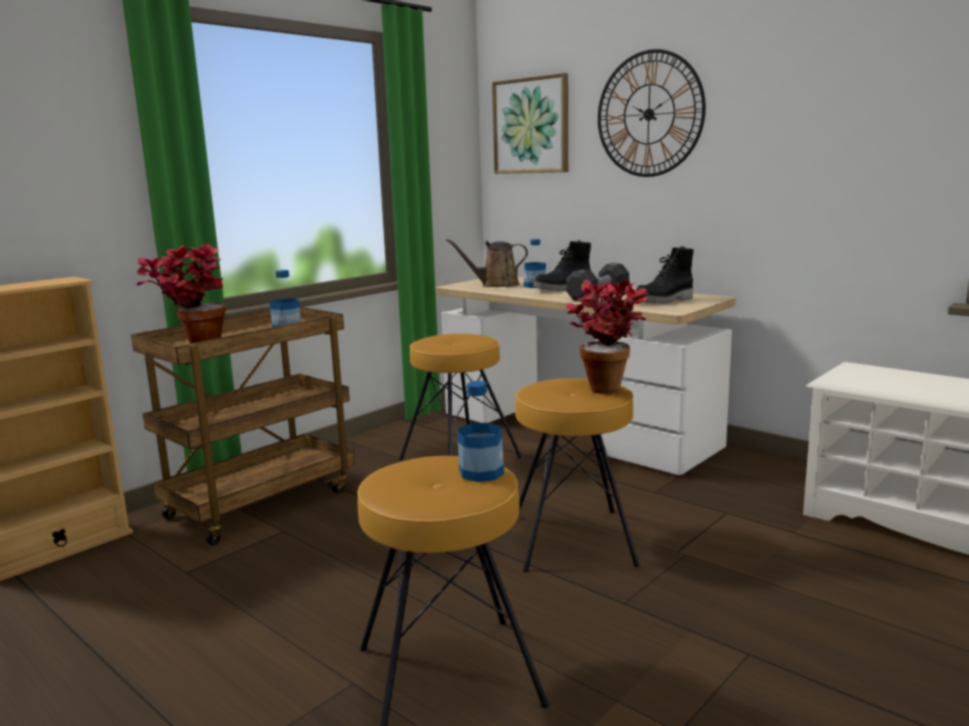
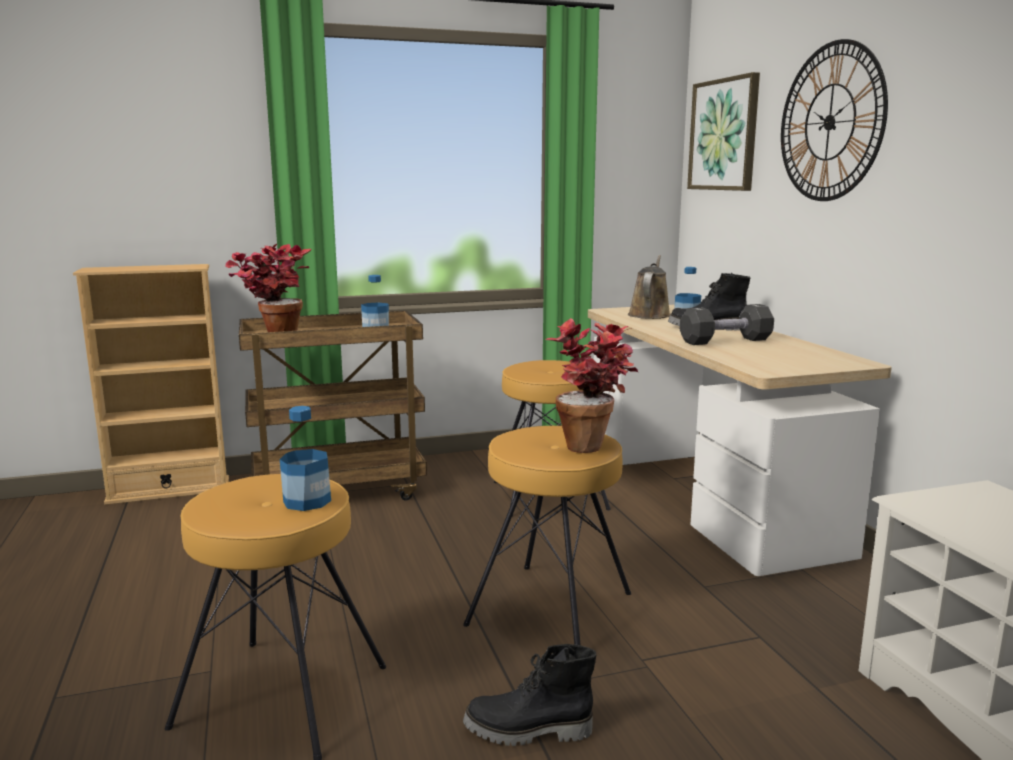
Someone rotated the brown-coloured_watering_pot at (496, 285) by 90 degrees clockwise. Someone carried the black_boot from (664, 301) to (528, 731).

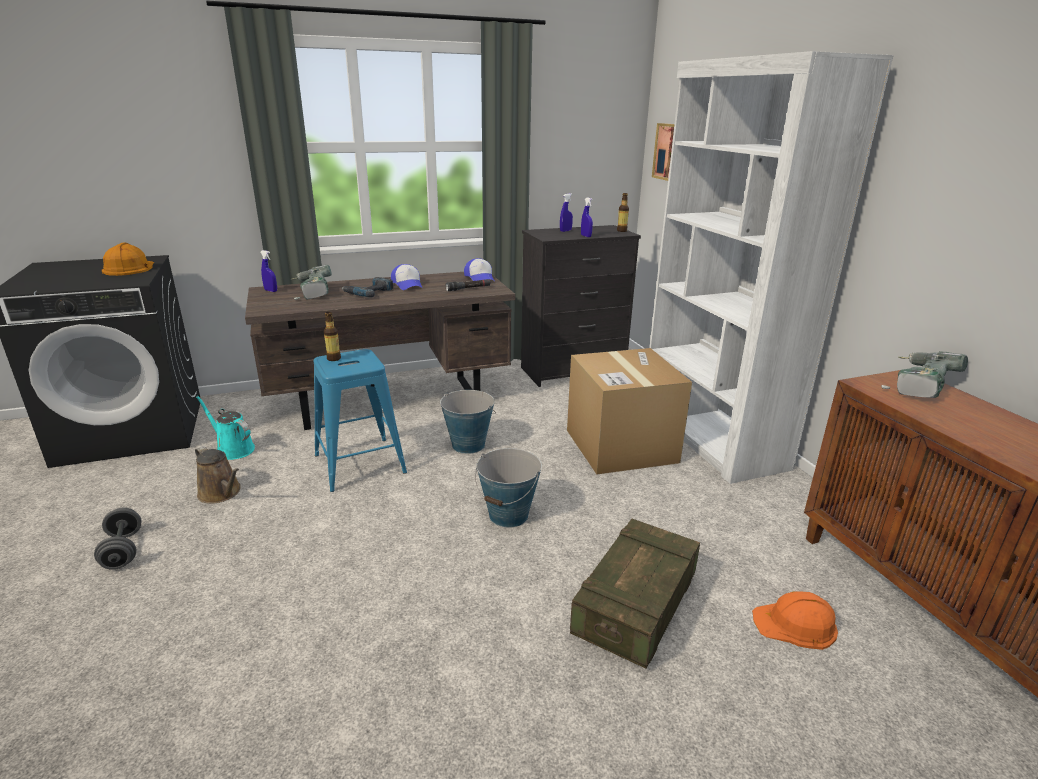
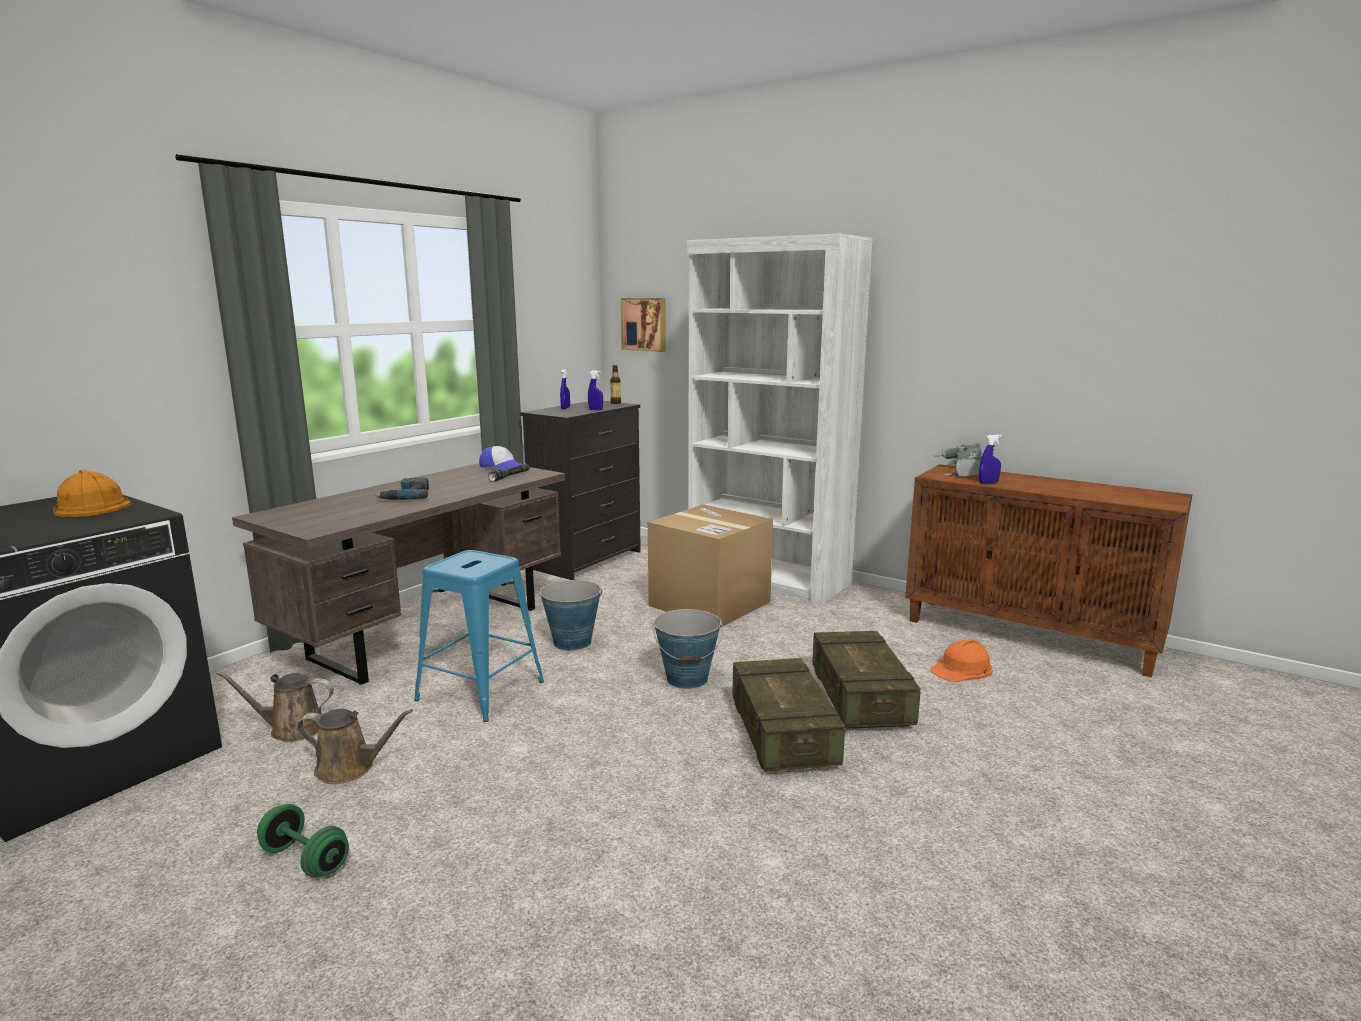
Someone carried the bluish_spray_bottle from (271, 291) to (988, 482). Someone took away the cap at (407, 284). Someone took away the drill at (312, 293). Someone took away the beverage_bottle at (334, 358). Someone repainted the turquoise-coloured_watering_pot at (233, 449), which became the brown-coloured_watering_pot at (292, 729). Someone repainted the gray_free_weight at (123, 550), which became the green_free_weight at (305, 859). Someone put down the crate at (782, 734).

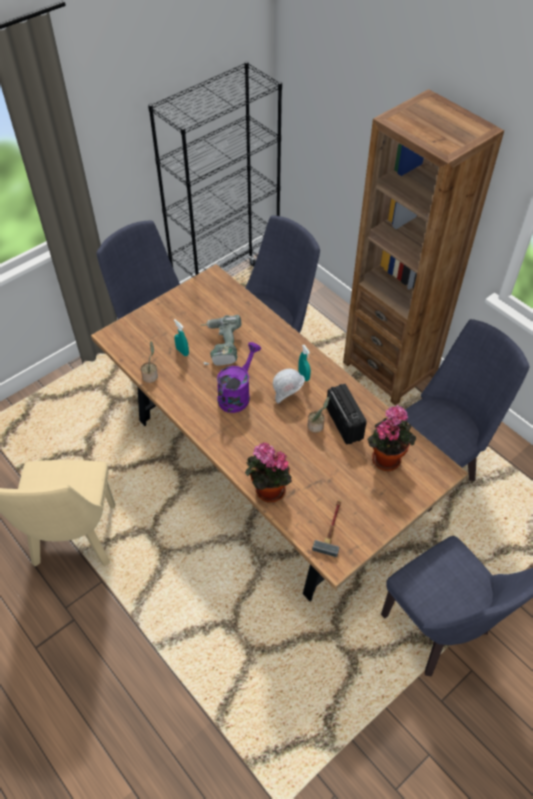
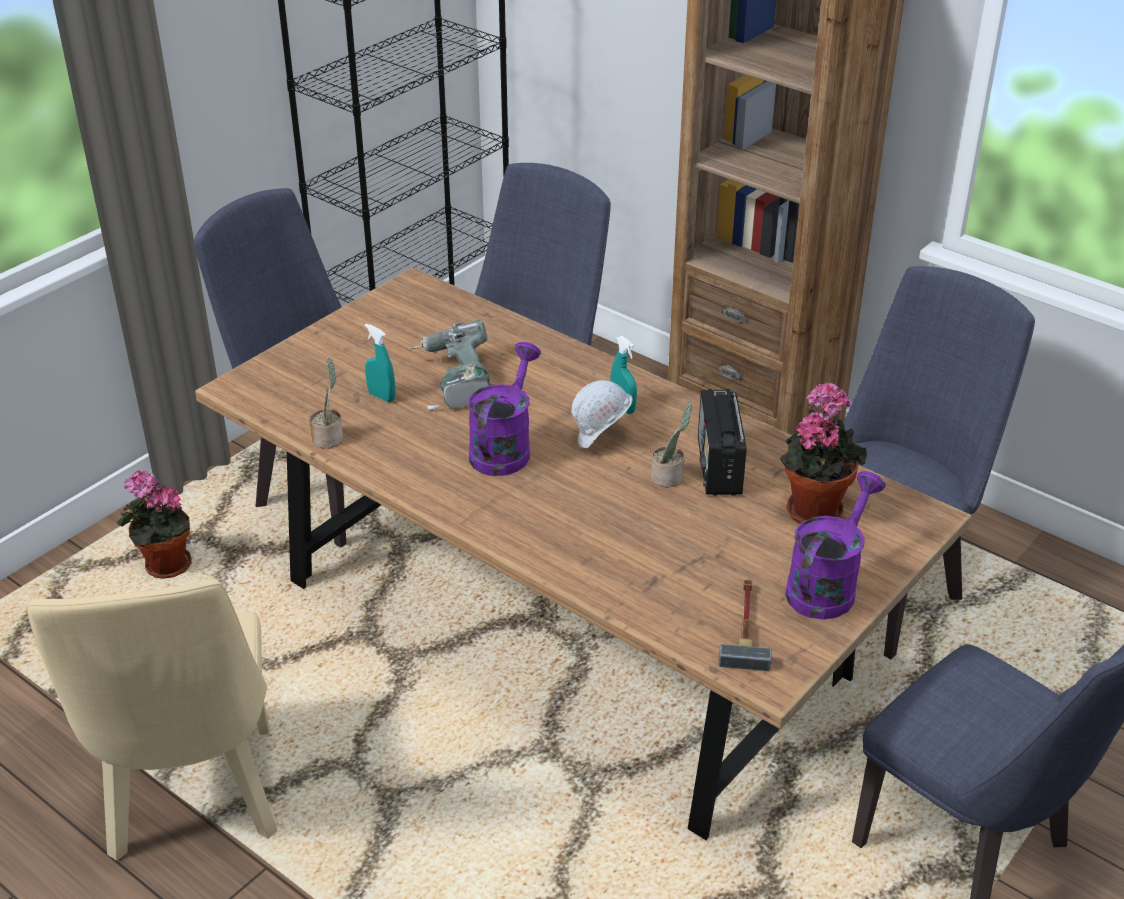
Someone rotated the radio_set at (344, 423) by 150 degrees counterclockwise. Someone carried the plant_in_a_pot from (267, 491) to (164, 566). Someone put down the purplish_watering_pot at (826, 585).

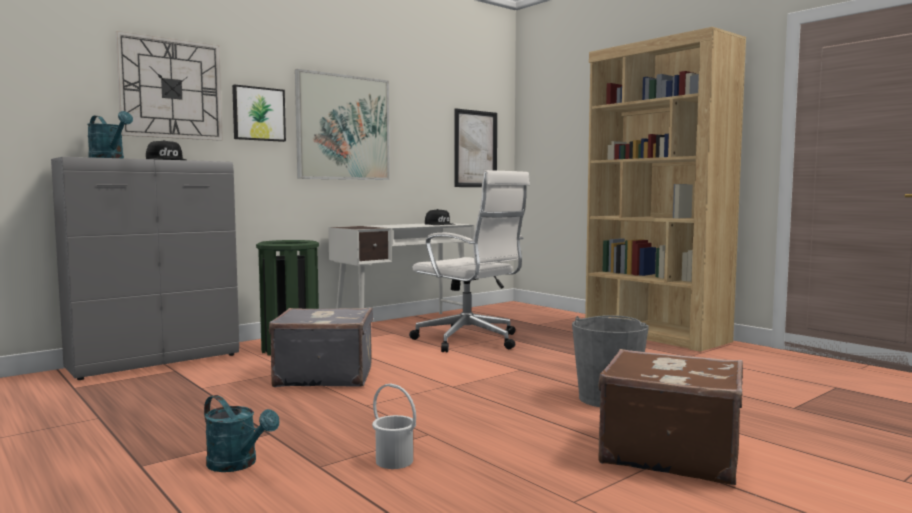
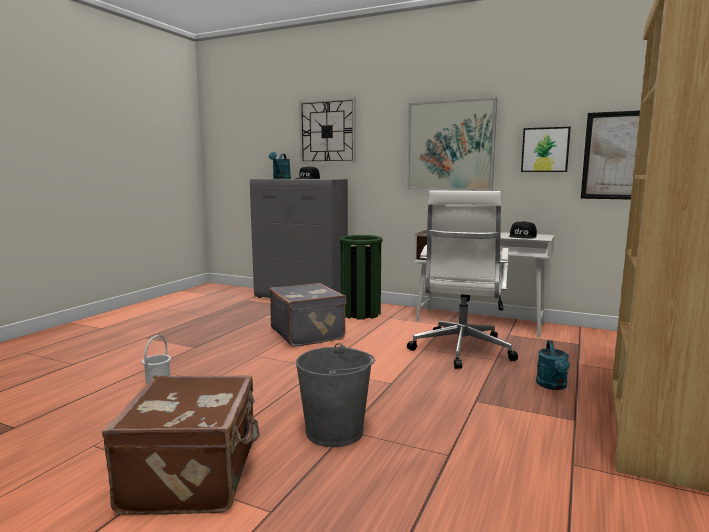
Someone carried the picture from (258, 114) to (545, 150). Someone carried the turquoise-coloured_watering_pot from (238, 464) to (552, 386).

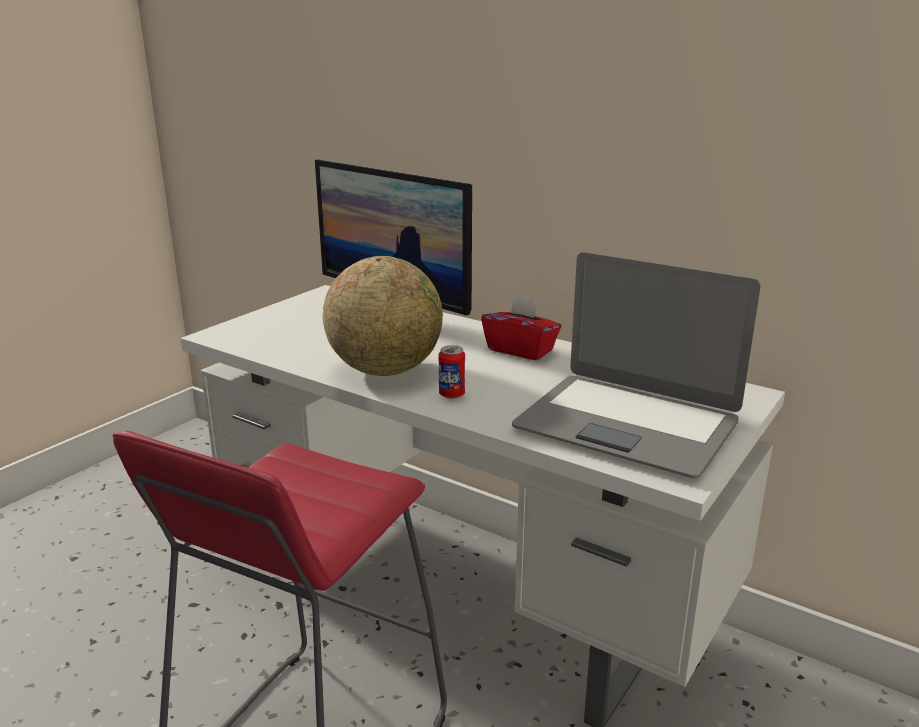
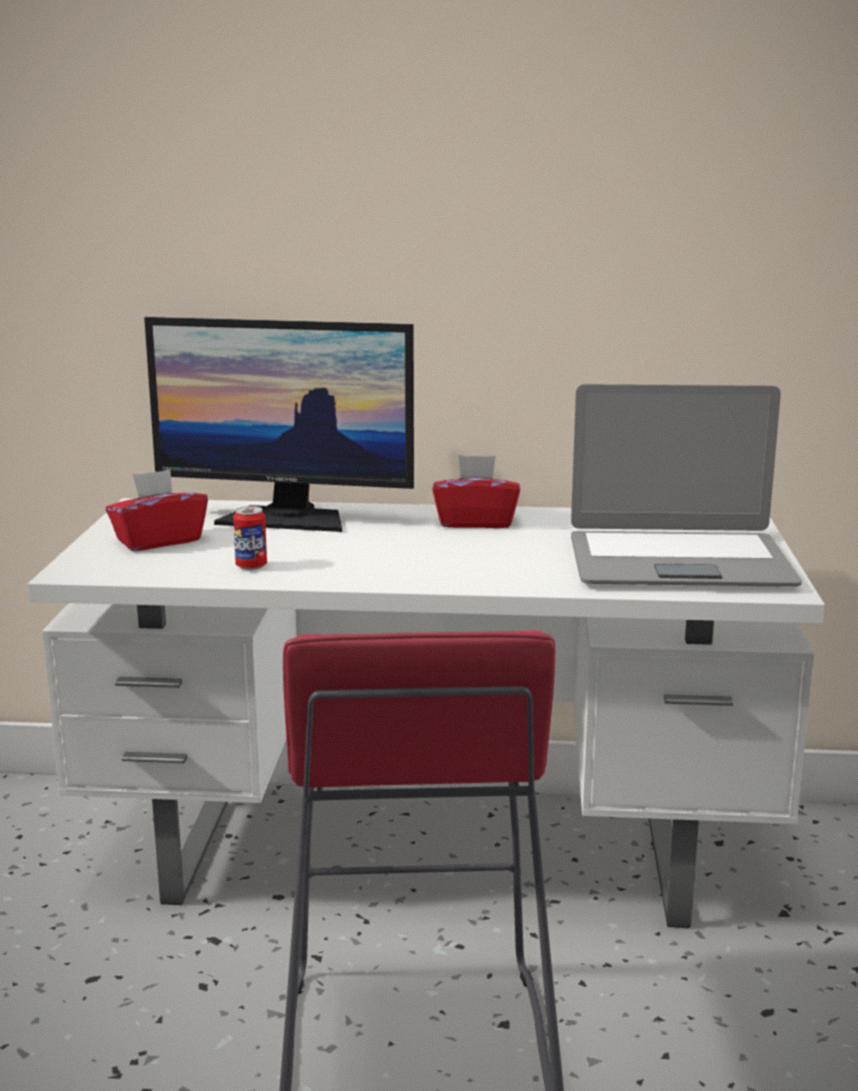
Someone took away the desk_globe at (385, 370). Someone carried the sealed_can from (452, 395) to (251, 566). Someone put down the red_tissue_box at (158, 541).

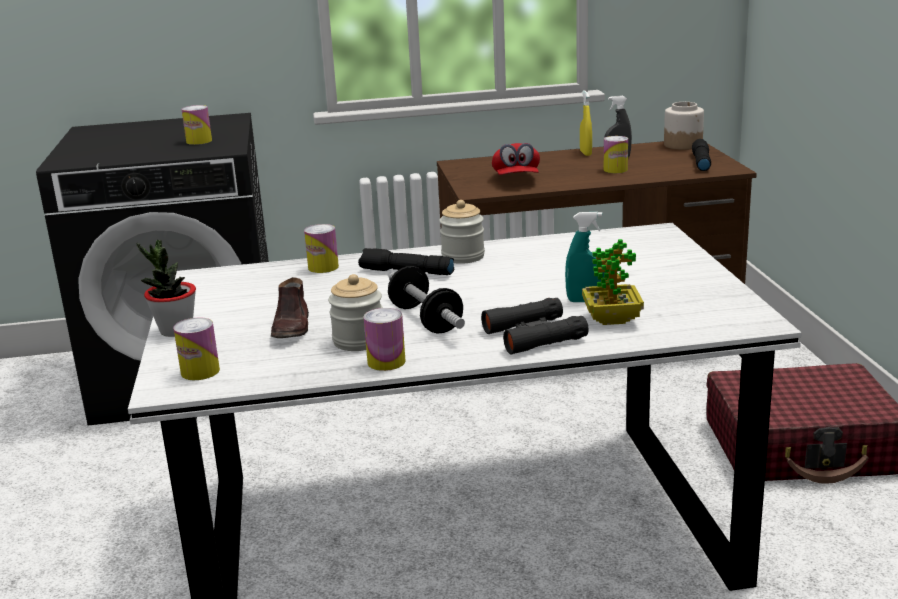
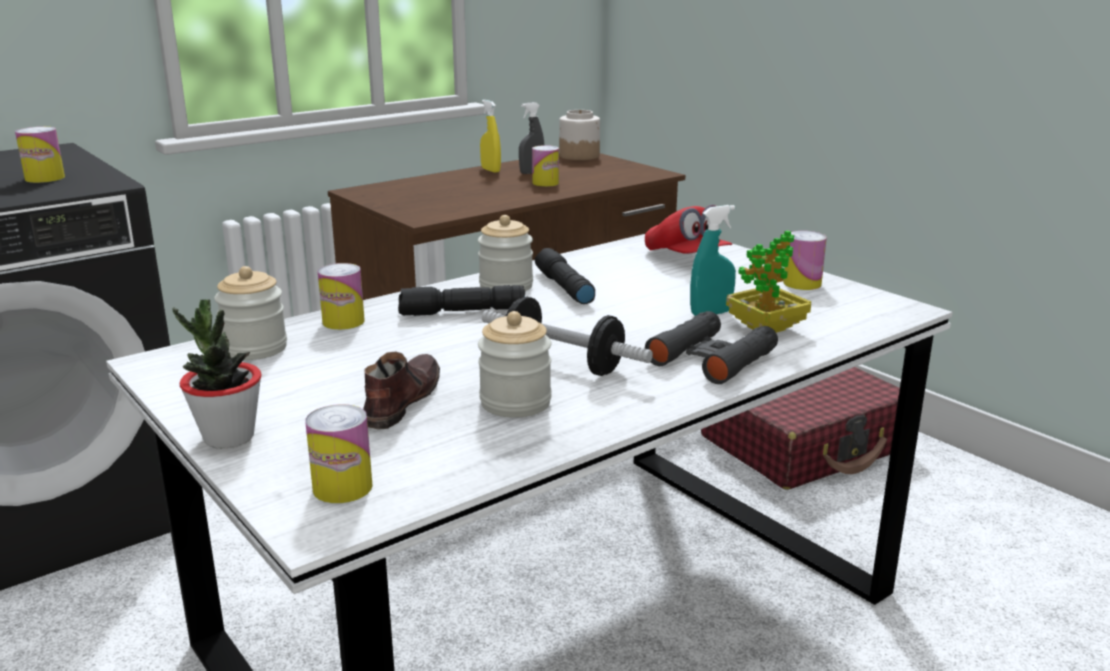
Someone carried the black_torch from (700, 162) to (563, 287). Someone carried the red_cap from (516, 180) to (686, 258). Someone rotated the brown-coloured_item_of_footwear at (292, 327) by 135 degrees counterclockwise. Someone carried the sealed_can from (386, 362) to (802, 283). Someone put down the jar at (255, 348).

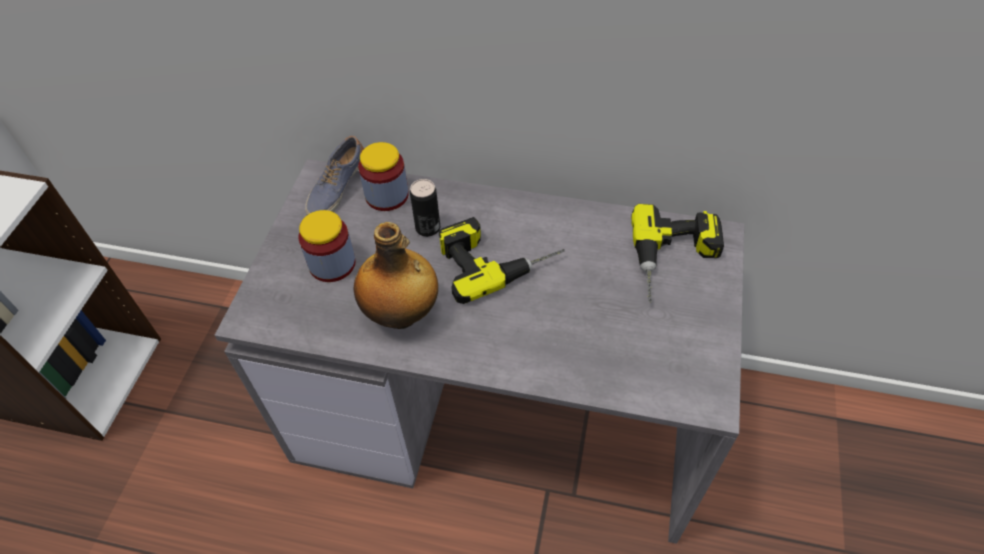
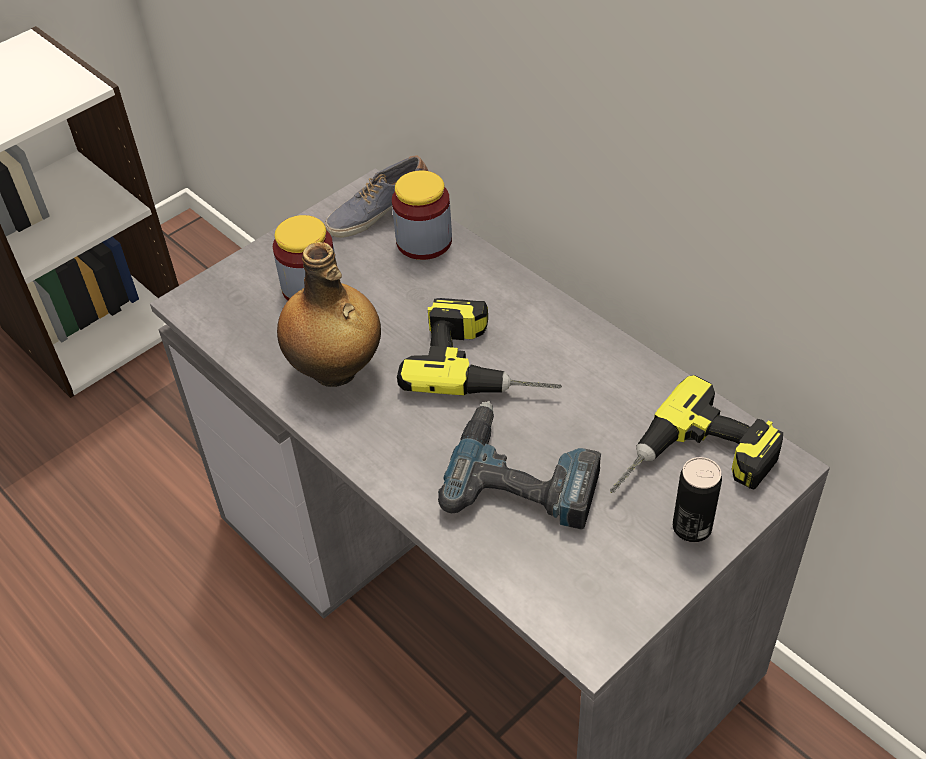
Someone carried the sealed_can from (428, 228) to (692, 527). Someone put down the drill at (523, 476).

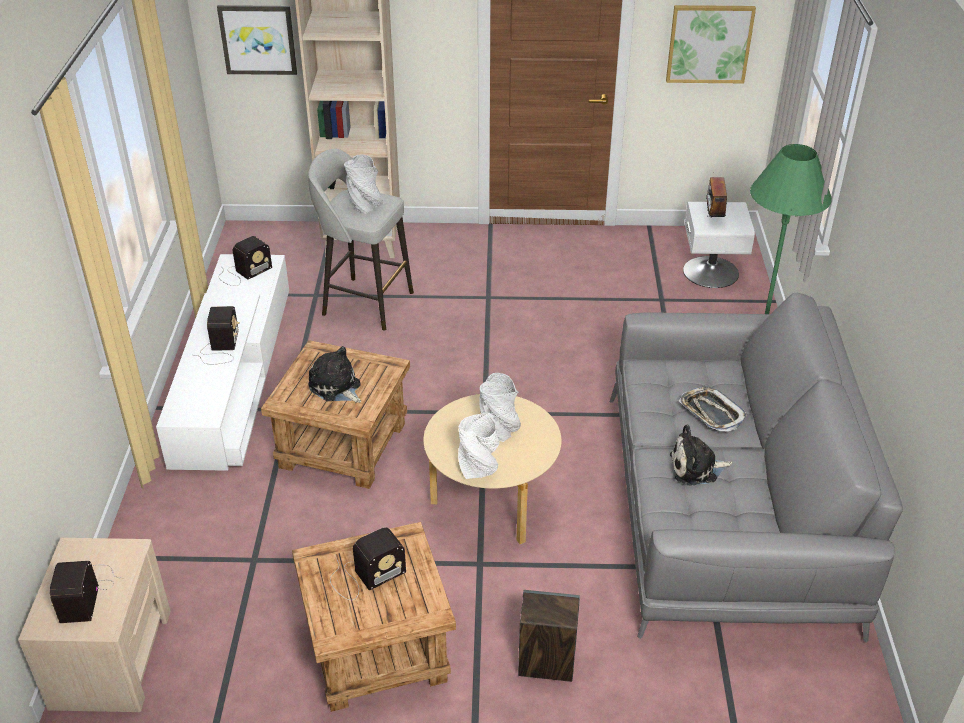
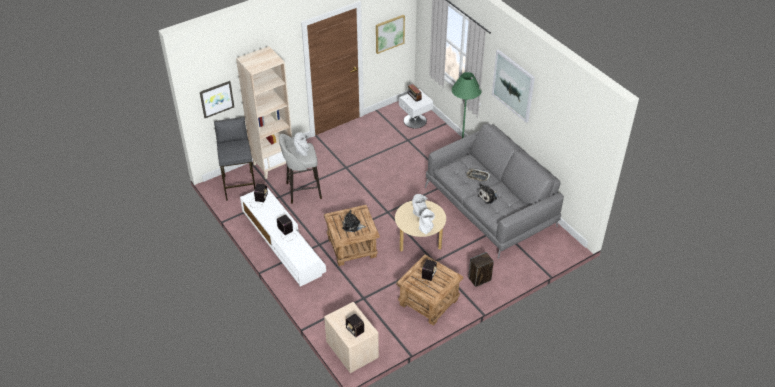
Someone put up the picture at (513, 85). Someone put down the gray_stool at (239, 185).

